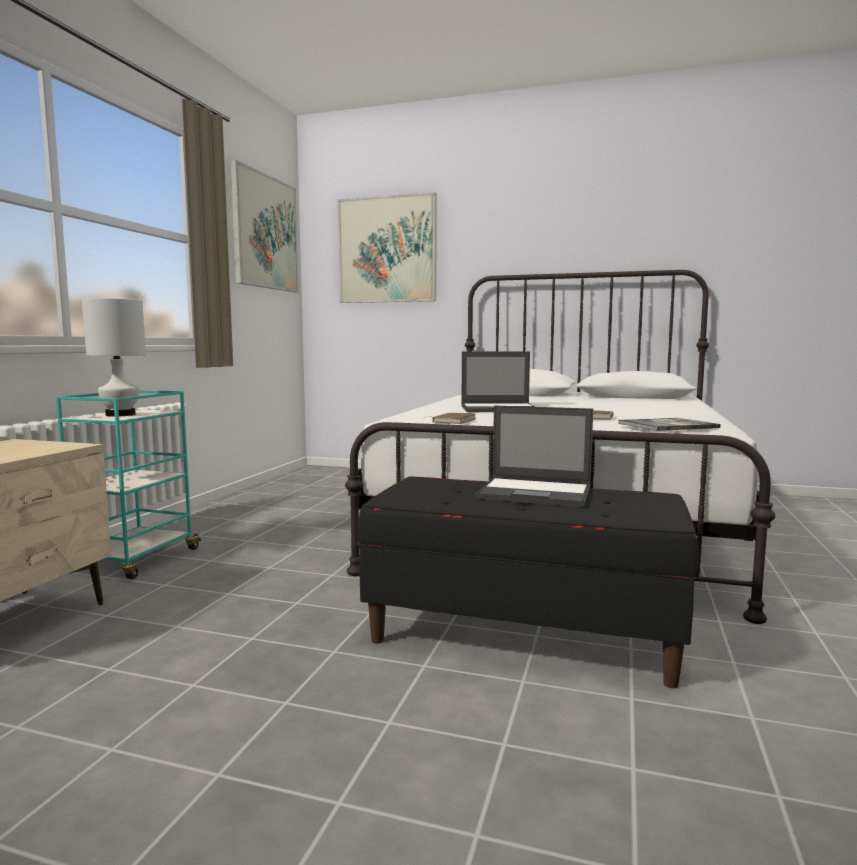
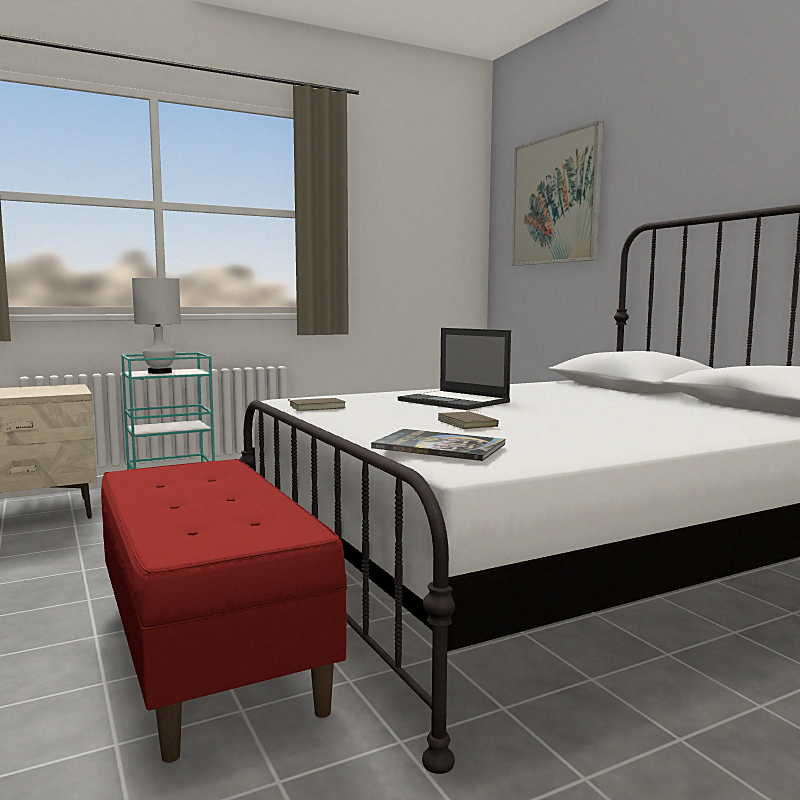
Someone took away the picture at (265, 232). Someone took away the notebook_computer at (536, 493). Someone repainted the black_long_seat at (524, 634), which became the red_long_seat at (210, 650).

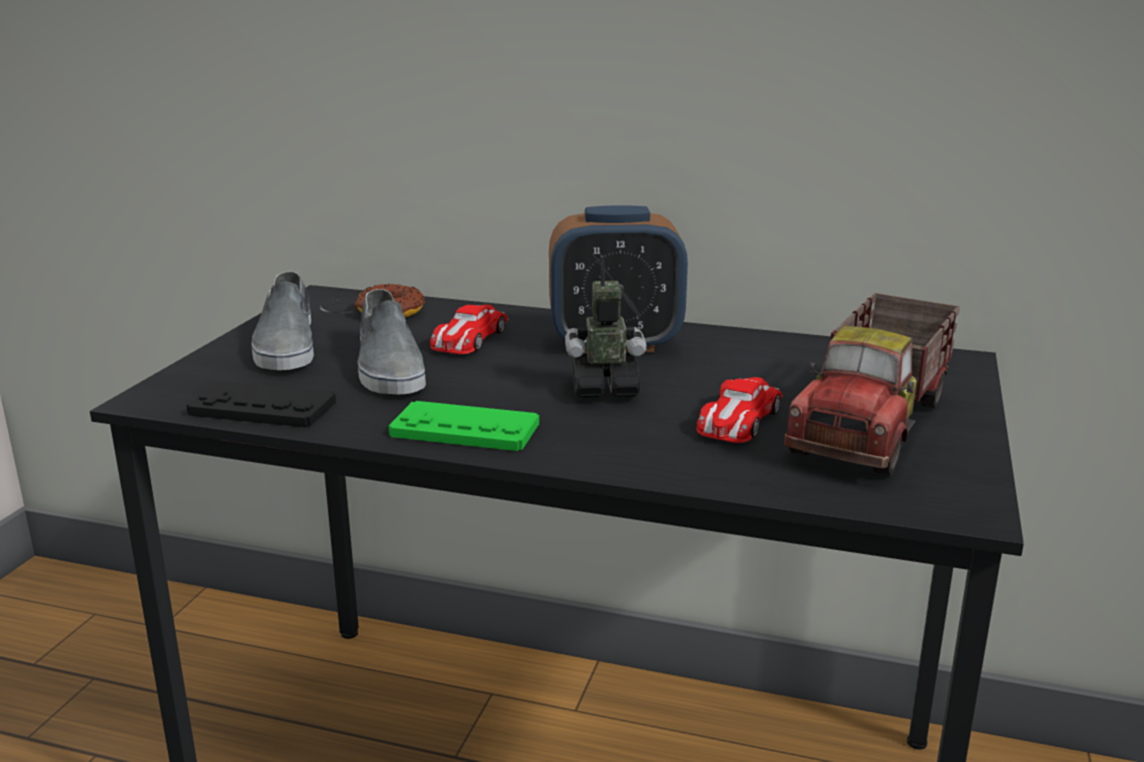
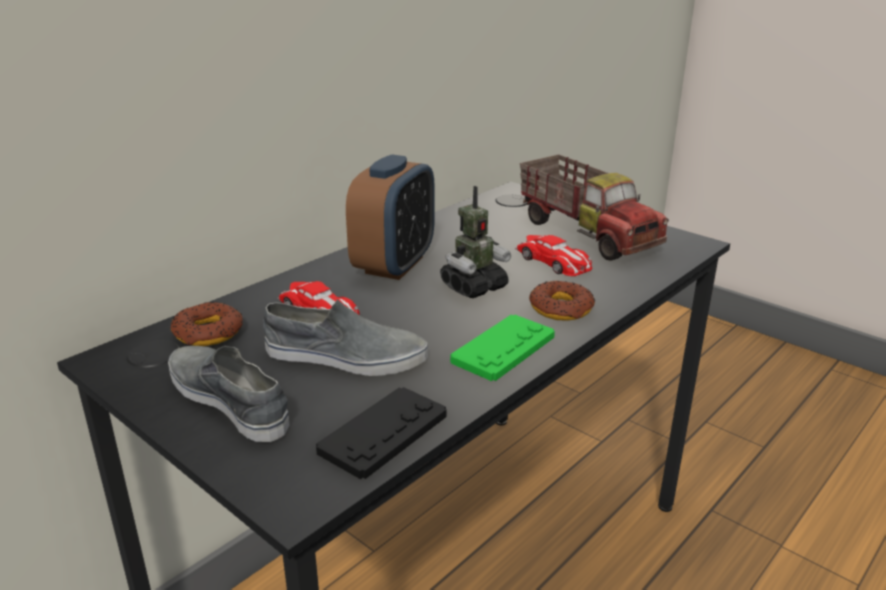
Someone rotated the model_robot at (605, 389) by 150 degrees counterclockwise. Someone rotated the gray_item_of_footwear at (286, 344) by 150 degrees counterclockwise. Someone put down the ring_doughnut at (561, 308).

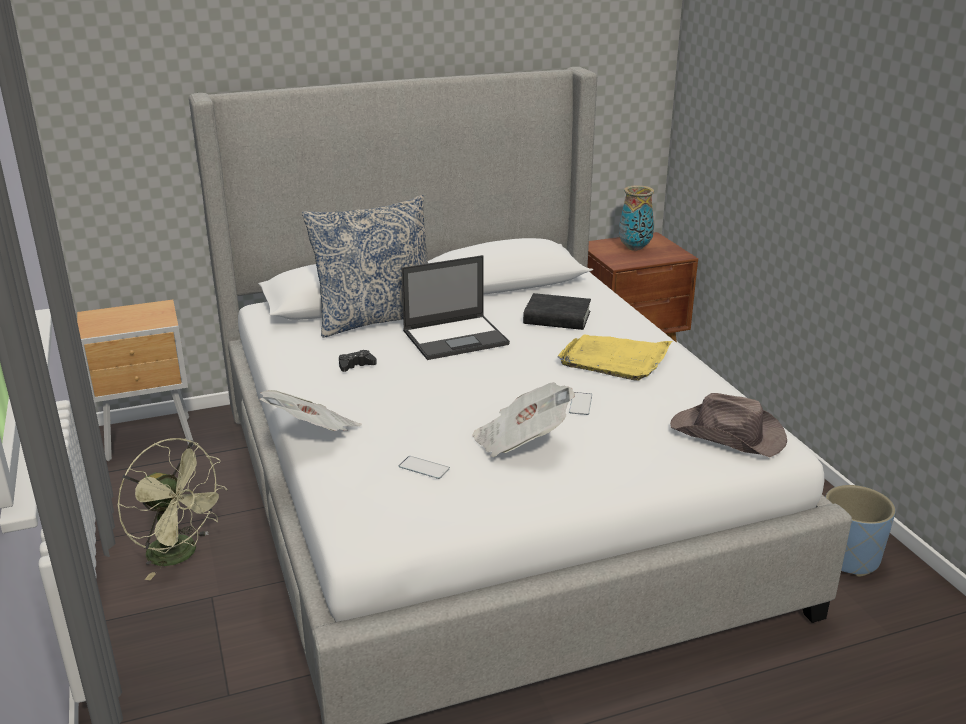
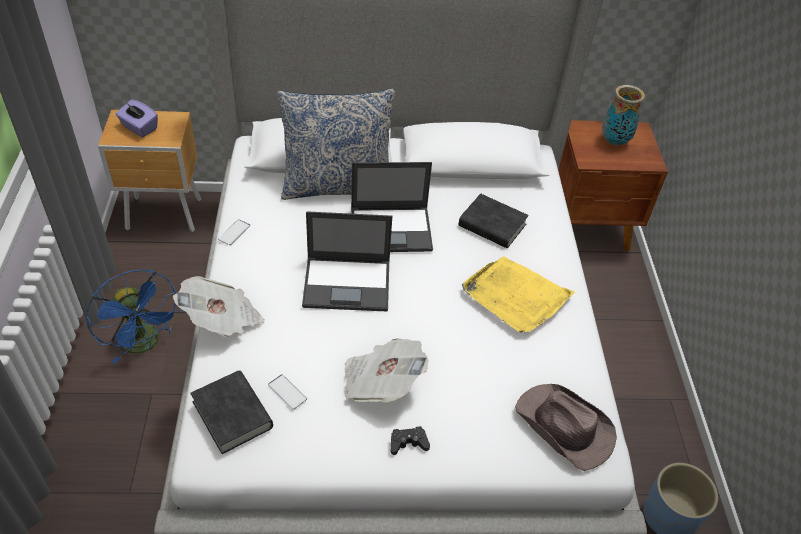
Someone carried the black_joypad from (356, 365) to (408, 443). Someone carried the phone from (580, 404) to (234, 232). Someone repainted the green_fan at (181, 555), which became the bluish_fan at (145, 344). Someone put down the purplish_tissue_box at (139, 128). Someone put down the notebook_computer at (348, 284). Someone put down the black_volume at (232, 415).

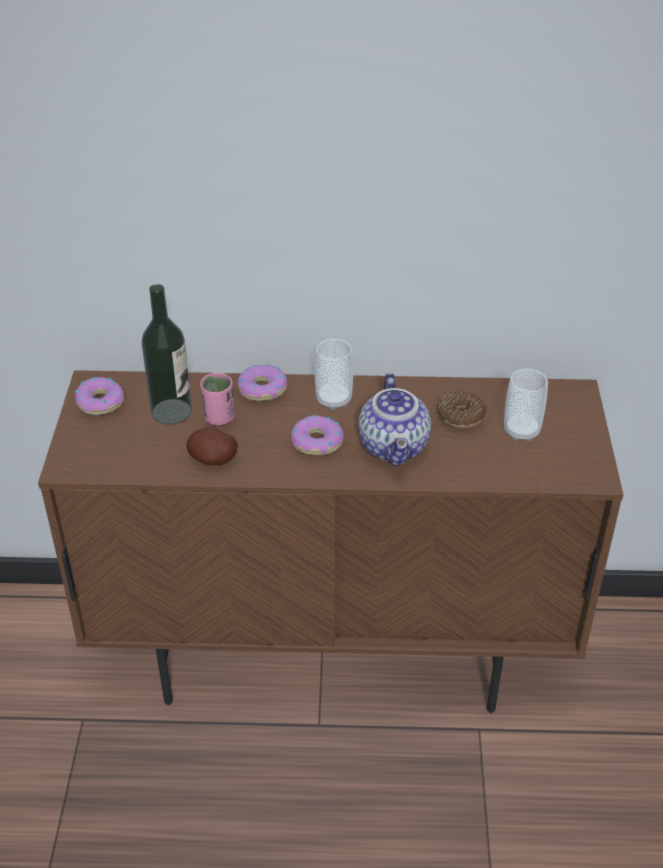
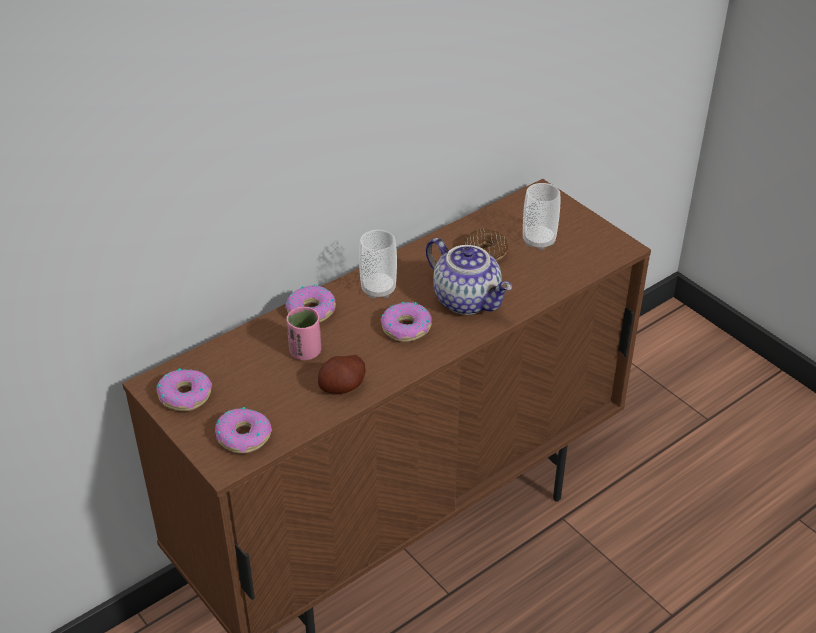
Someone took away the beverage_bottle at (171, 411). Someone put down the ring_doughnut at (243, 436).

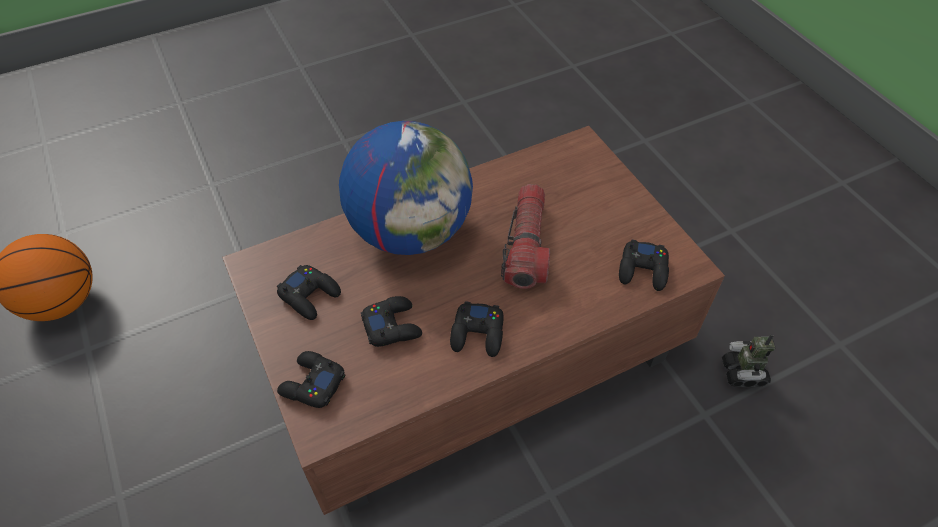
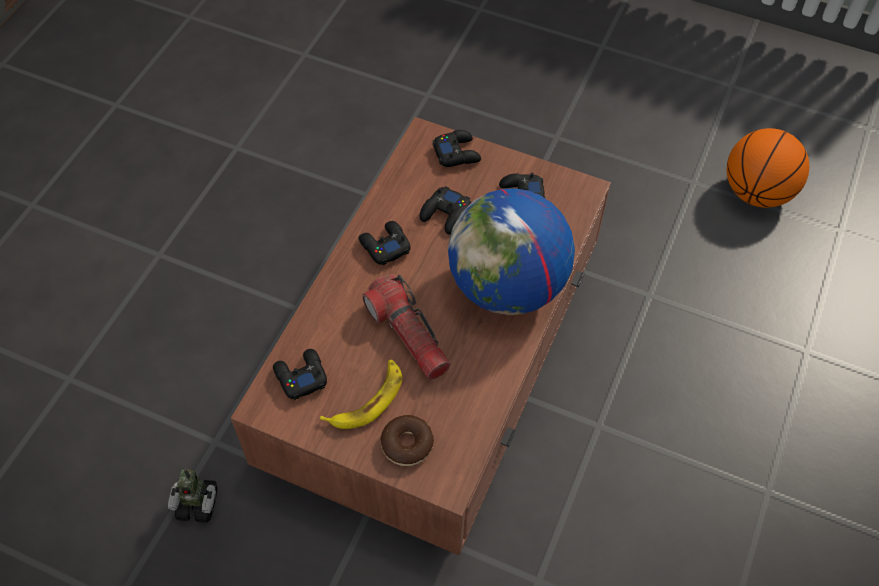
Someone rotated the model_robot at (743, 373) by 135 degrees clockwise. Someone put down the banana at (367, 399). Someone put down the ring_doughnut at (407, 444).

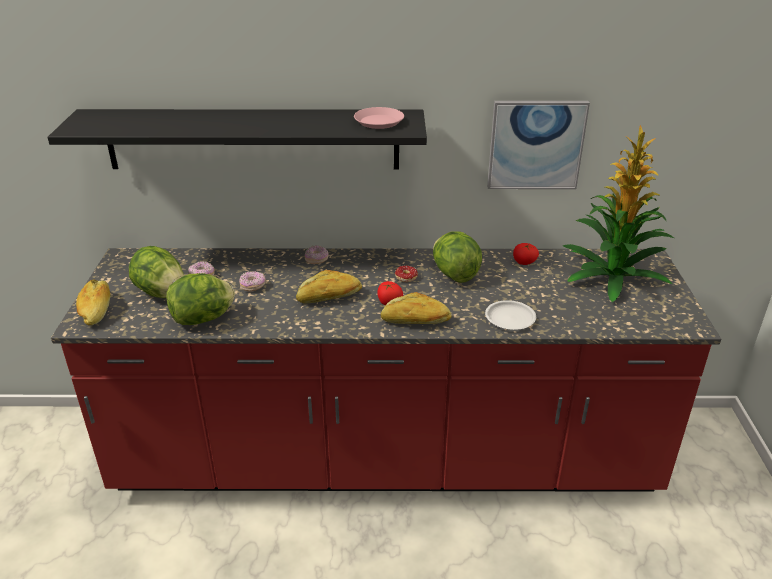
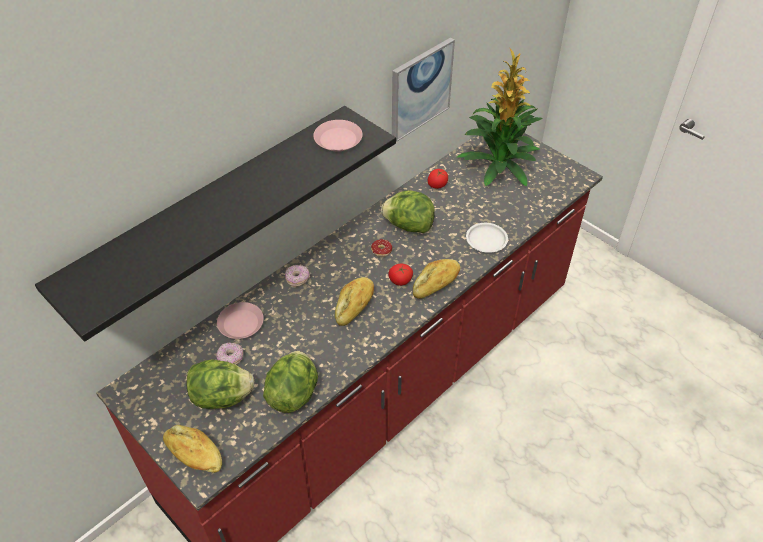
Someone took away the ring_doughnut at (253, 286). Someone put down the pink_dinner_plate at (241, 323).

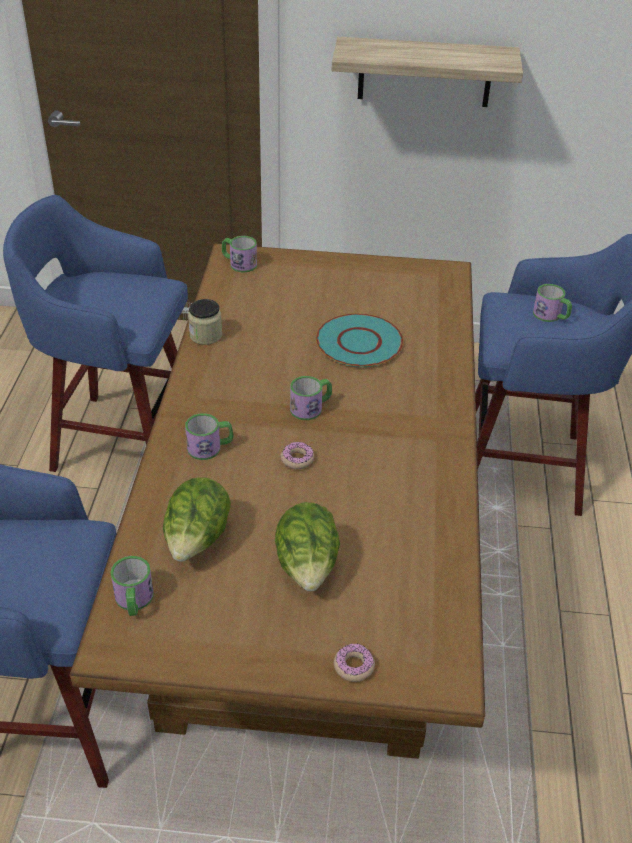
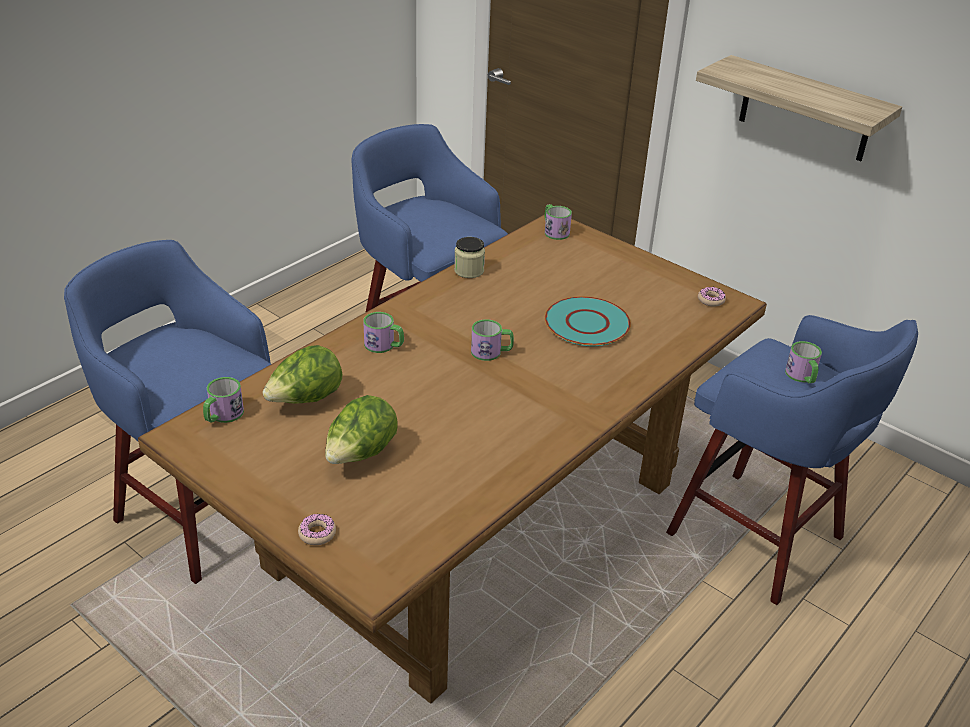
Someone carried the ring_doughnut from (297, 459) to (711, 300).

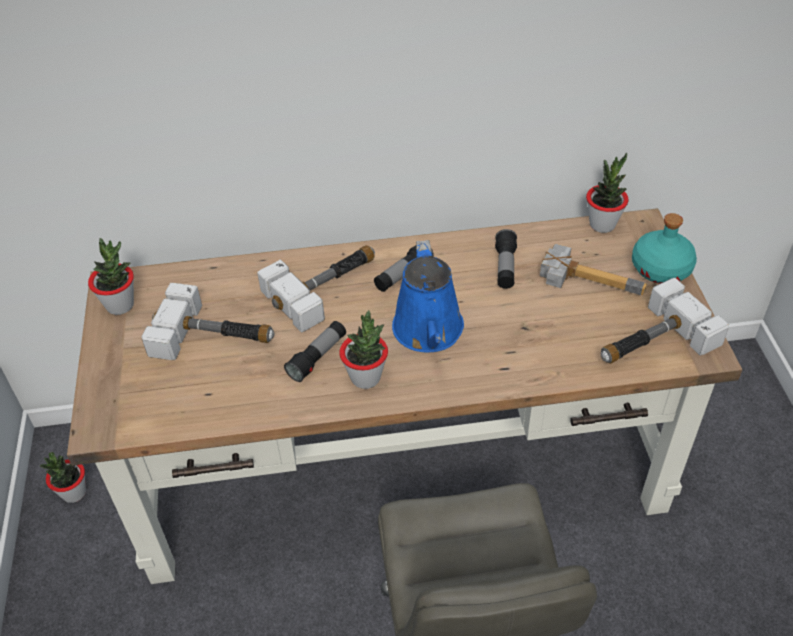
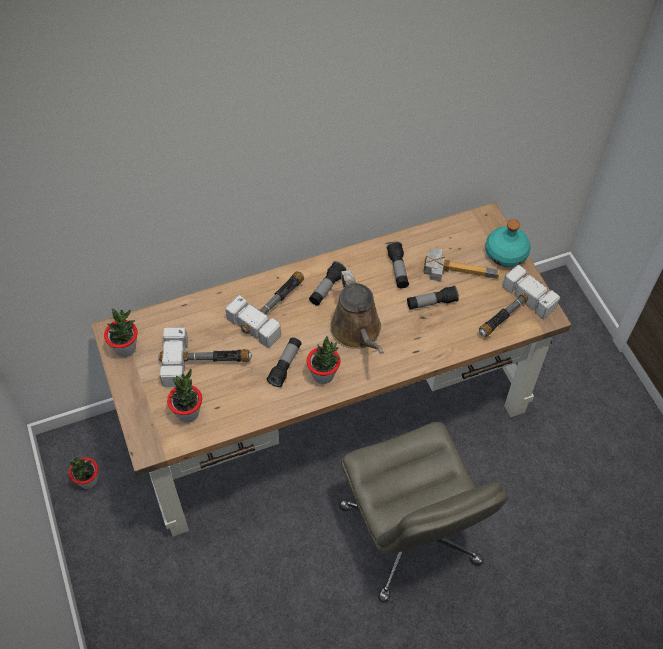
Someone carried the plant_in_a_pot from (602, 224) to (188, 413). Someone repainted the bluish_watering_pot at (429, 332), which became the brown-coloured_watering_pot at (357, 332). Someone put down the torch at (431, 303).

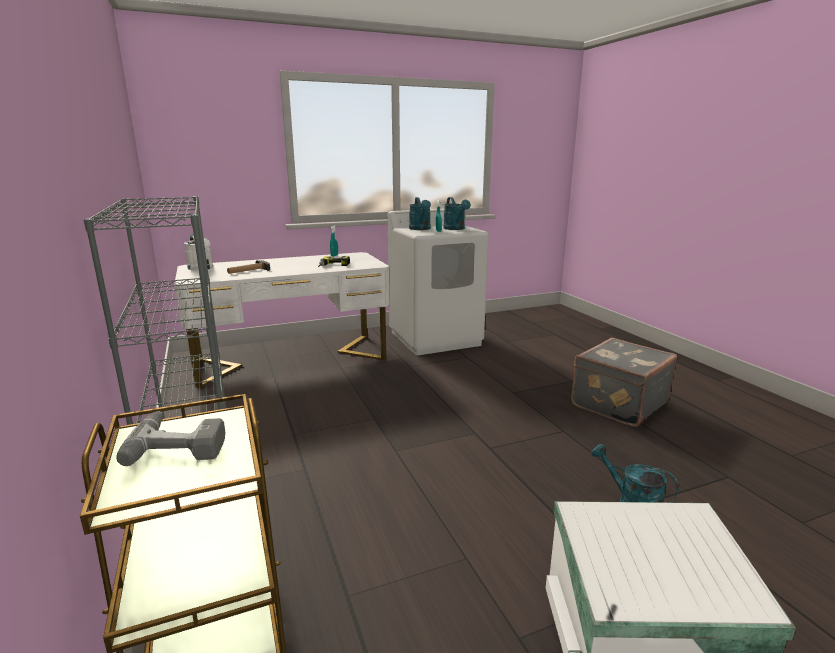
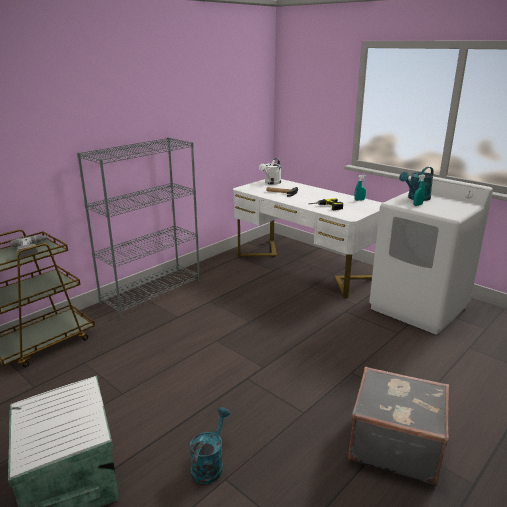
Someone took away the turquoise-coloured_watering_pot at (456, 229).

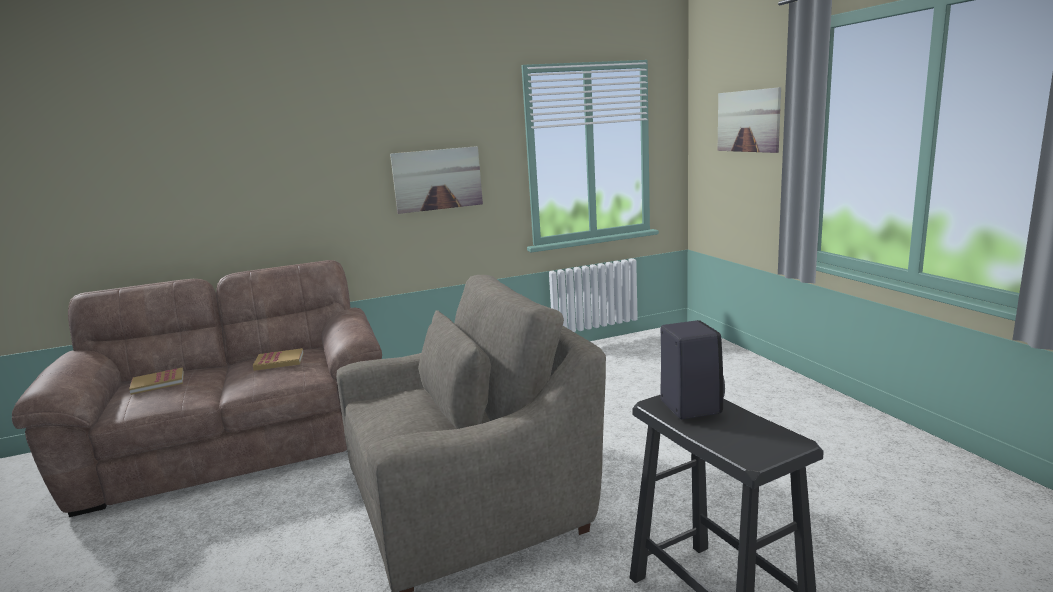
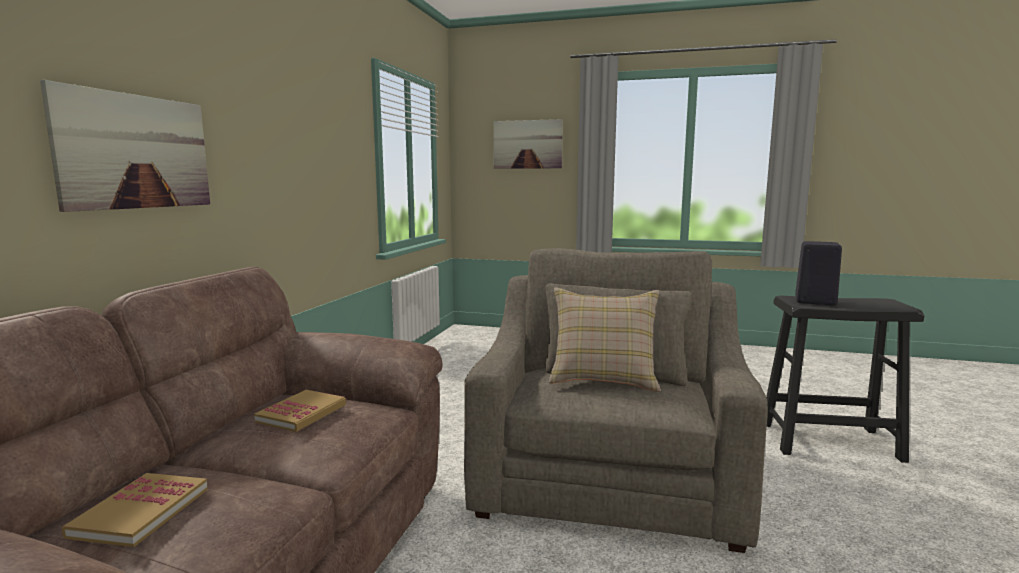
Someone carried the picture from (437, 179) to (136, 152). Someone put down the beige_throw_pillow at (603, 378).

